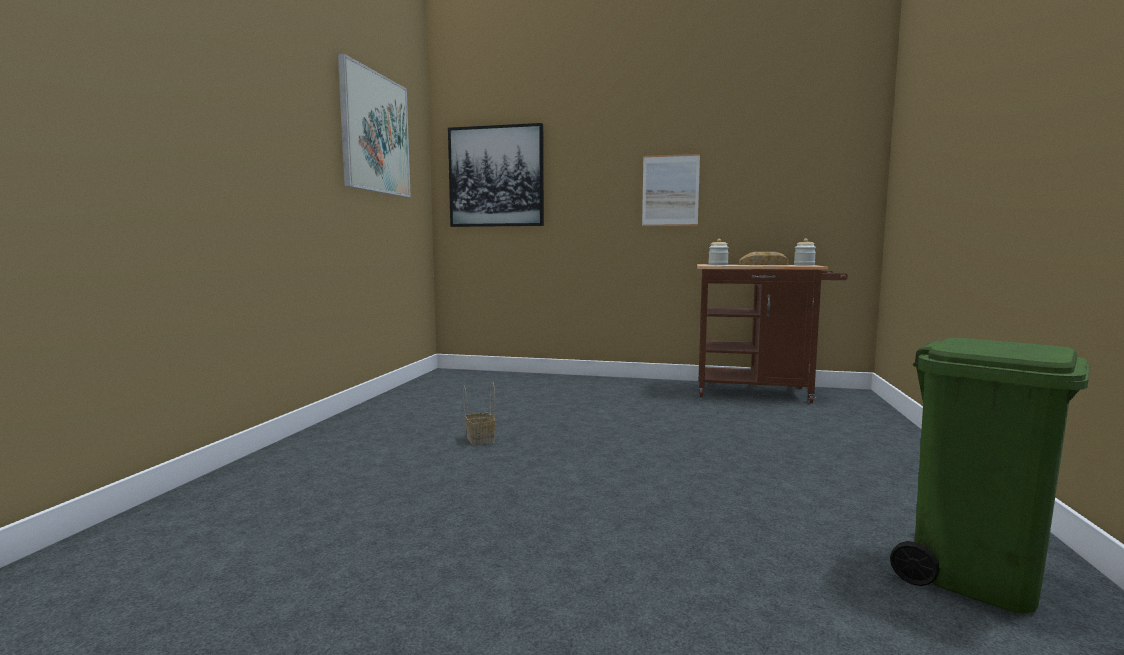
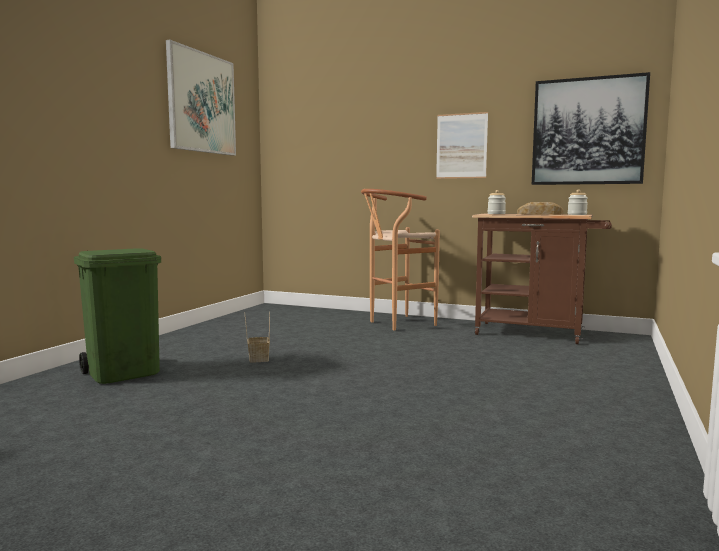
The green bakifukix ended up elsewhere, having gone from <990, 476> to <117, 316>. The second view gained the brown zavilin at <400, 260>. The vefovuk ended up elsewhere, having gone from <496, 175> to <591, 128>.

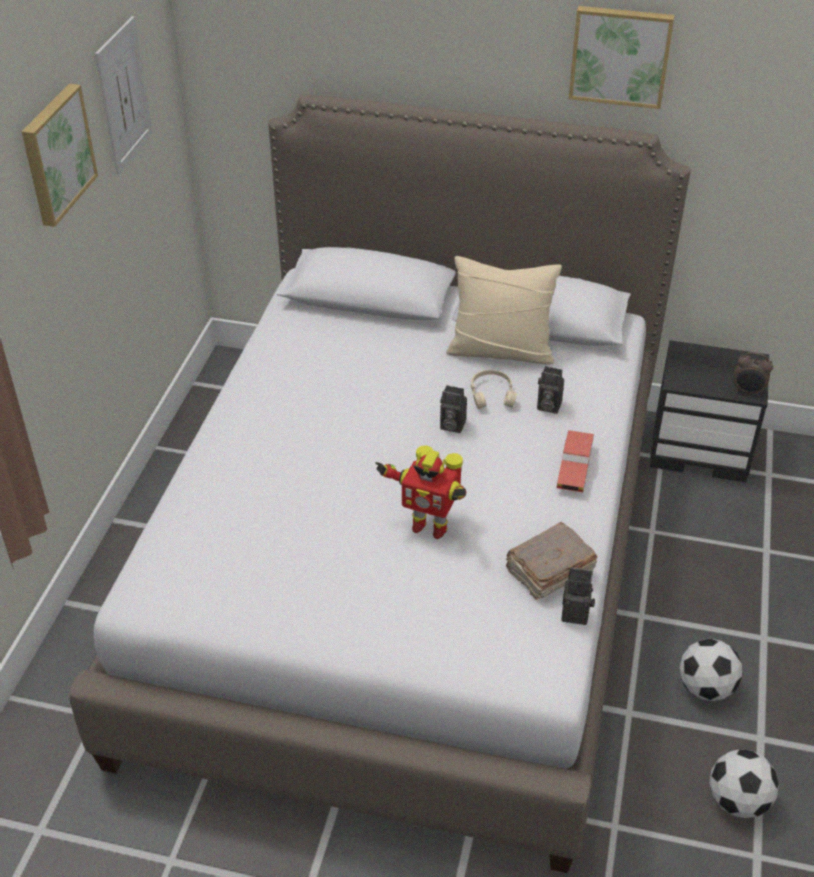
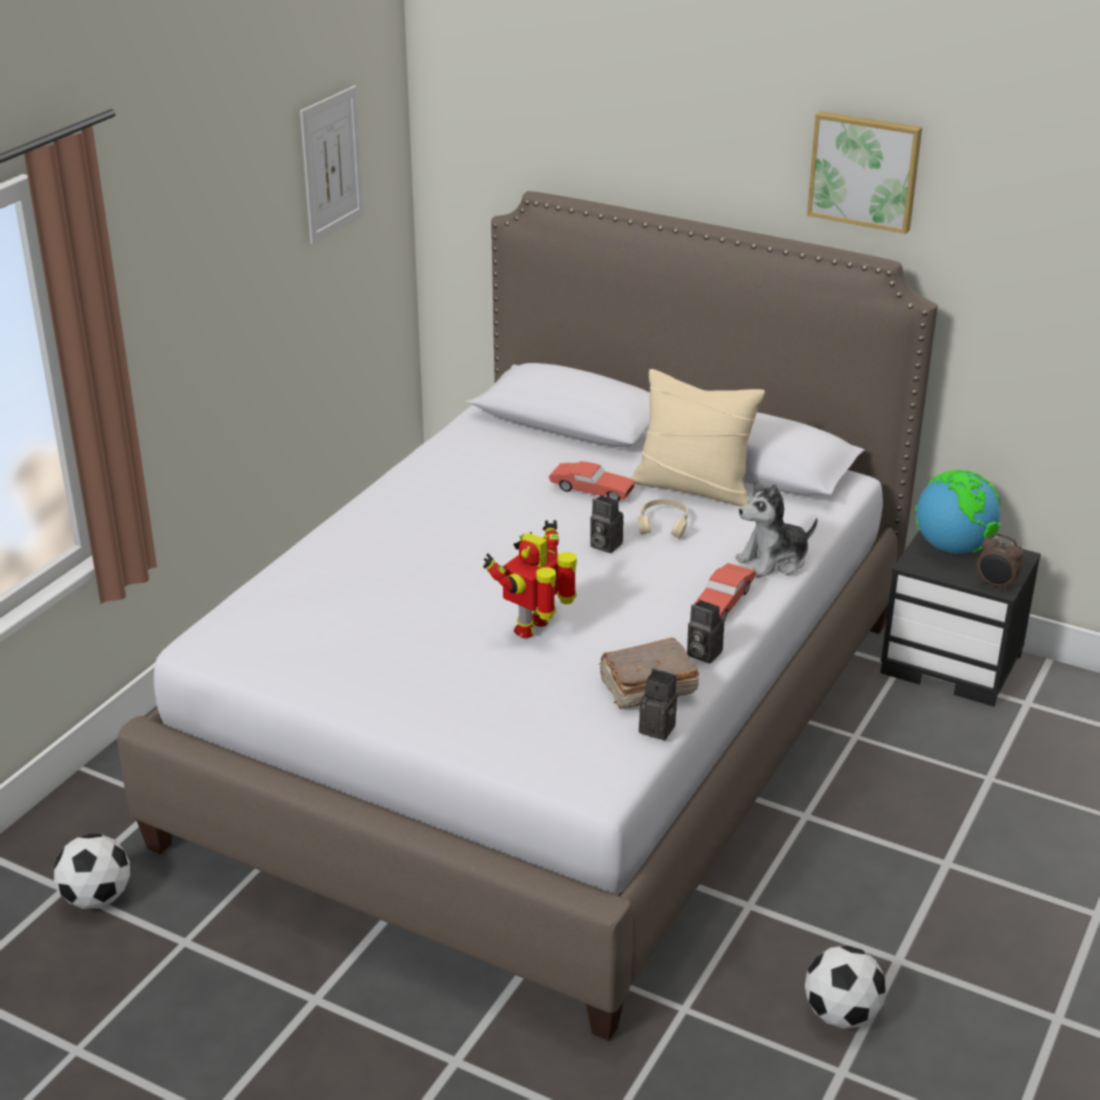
The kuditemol ended up elsewhere, having gone from <711, 669> to <92, 871>. The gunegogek at <420, 492> ended up facing another way, 90 degrees clockwise from before. The second view gained the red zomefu at <592, 481>. The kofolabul ended up elsewhere, having gone from <550, 390> to <705, 632>. The second view gained the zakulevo at <776, 529>. The second view gained the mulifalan at <957, 512>. The second view lost the vefovuk at <60, 155>.

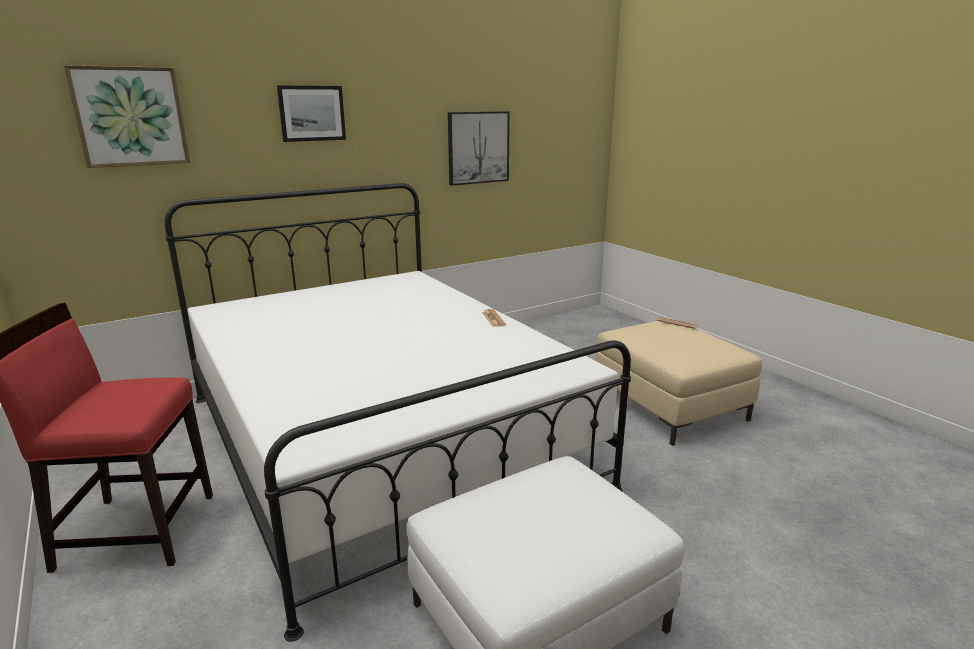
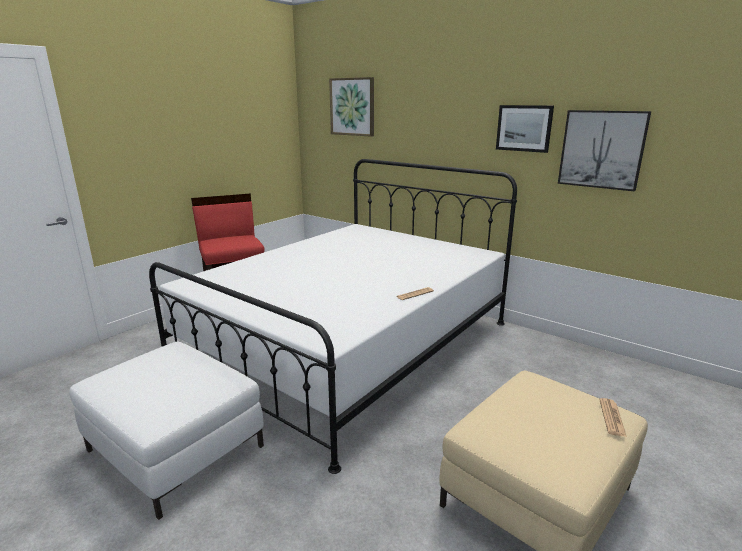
The vefovuk ended up elsewhere, having gone from <311, 113> to <525, 129>.

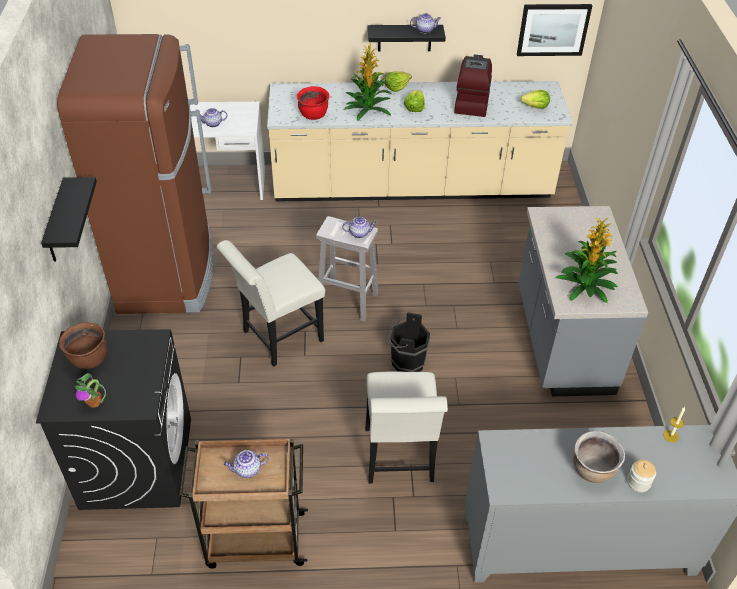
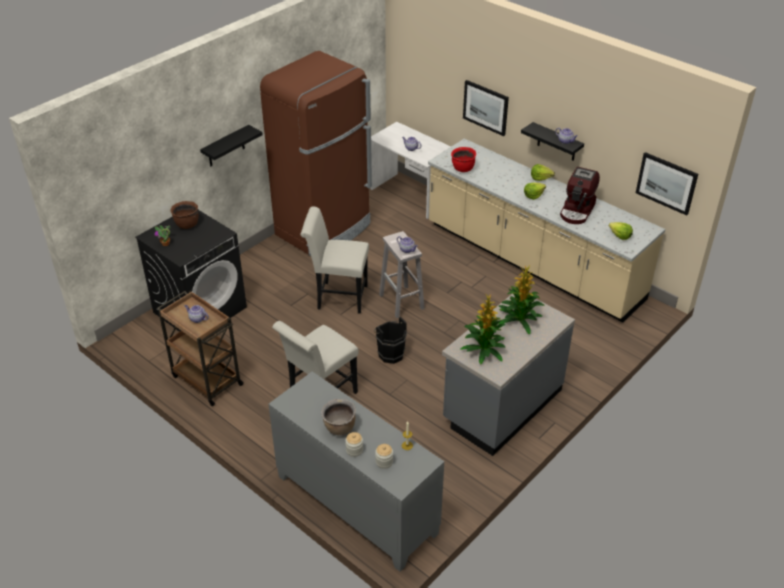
The second view gained the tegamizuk at <384, 456>. The second view gained the vefovuk at <486, 108>. The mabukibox ended up elsewhere, having gone from <367, 81> to <522, 300>. The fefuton at <473, 85> ended up facing another way, 150 degrees clockwise from before.

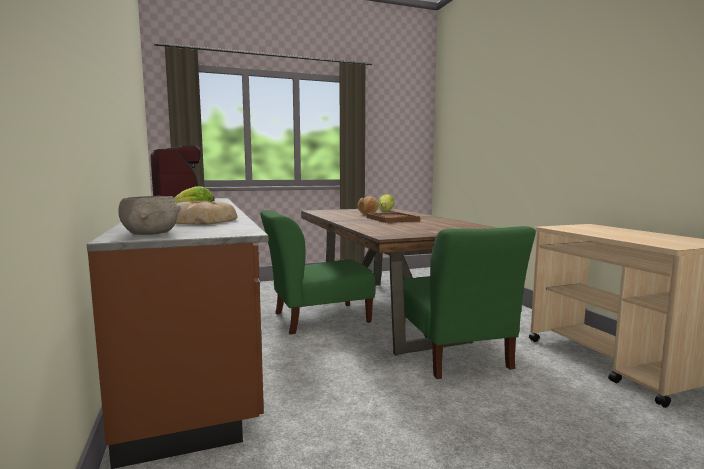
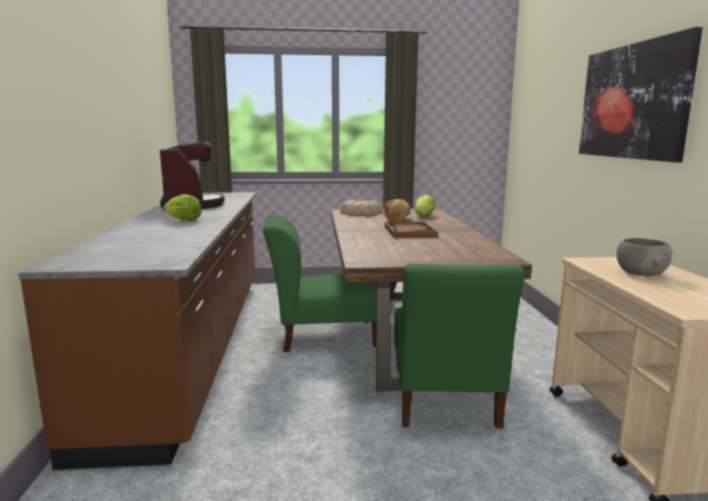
The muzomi ended up elsewhere, having gone from <206, 213> to <361, 207>. The second view gained the vefovuk at <641, 94>. The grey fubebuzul ended up elsewhere, having gone from <149, 215> to <644, 257>.

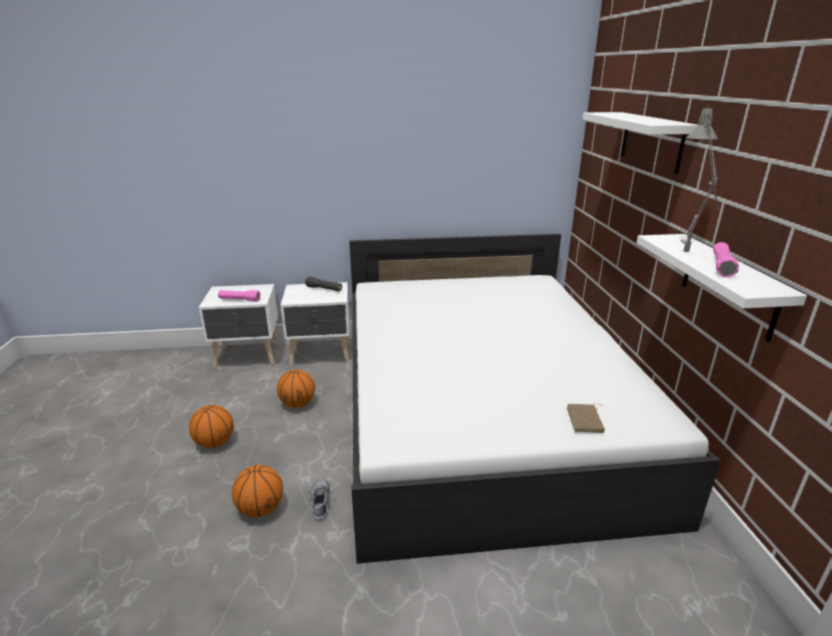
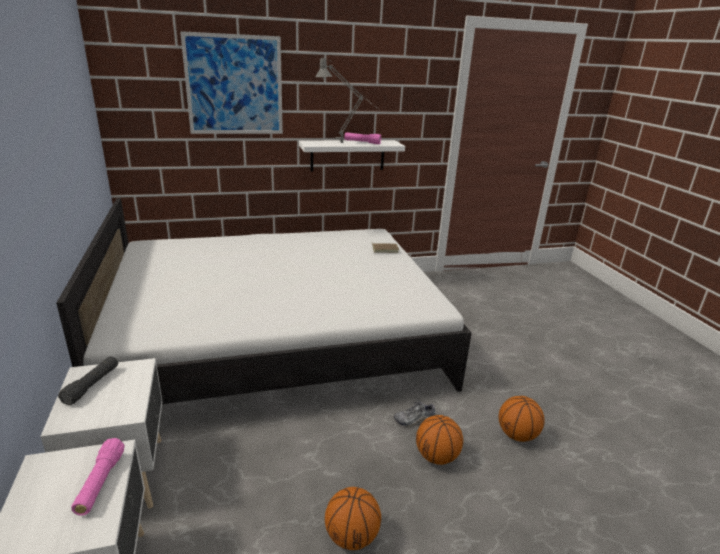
Where the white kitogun hung at <641, 143>, the vefovuk came to hang at <231, 82>. The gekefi ended up elsewhere, having gone from <296, 389> to <522, 419>.

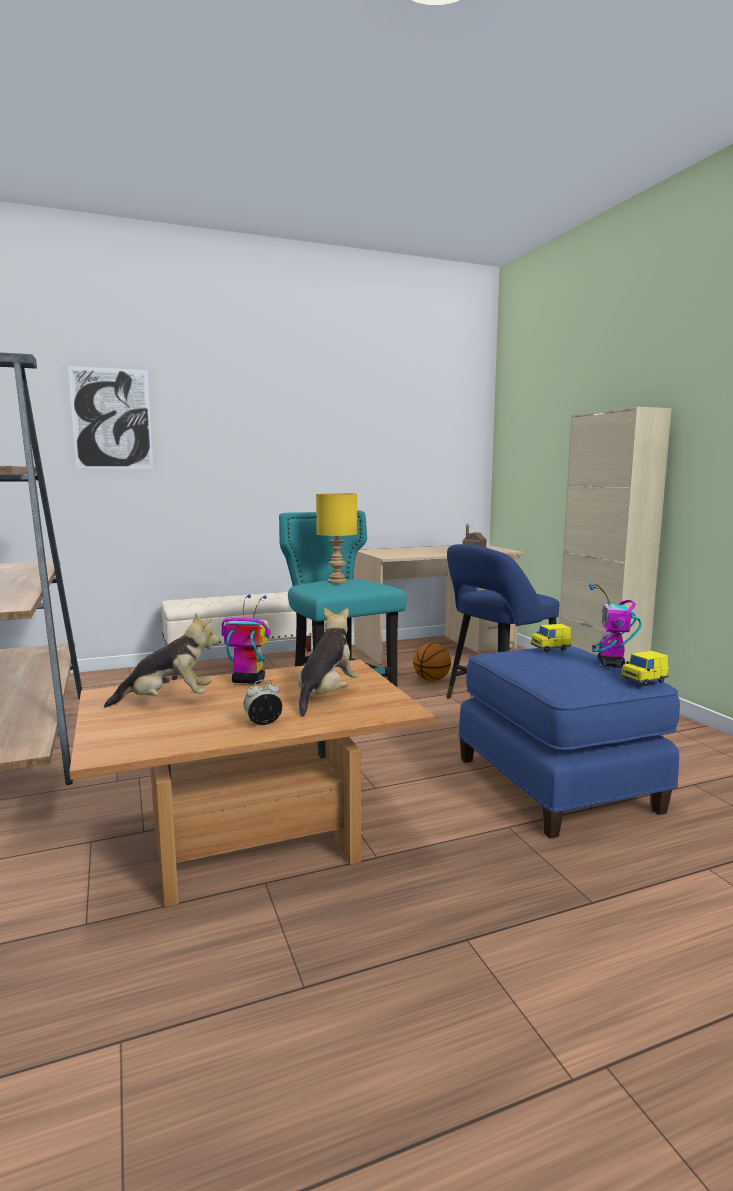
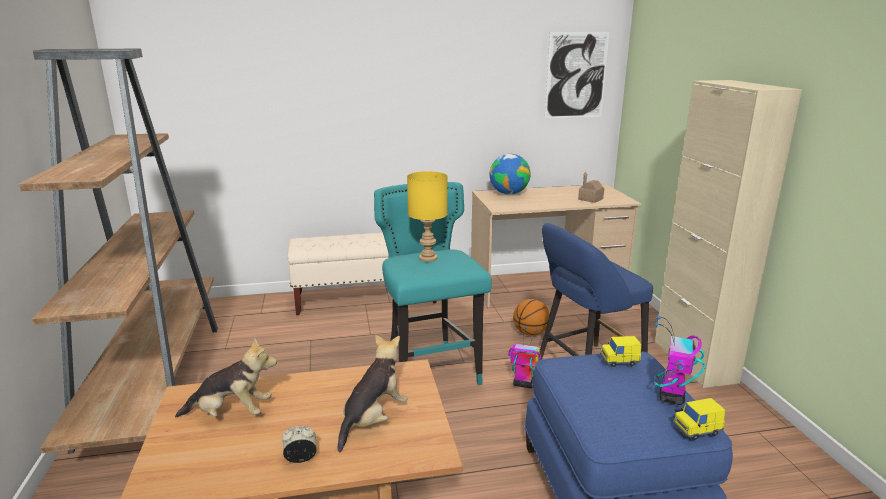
The second view gained the mulifalan at <510, 174>. The gunegogek ended up elsewhere, having gone from <246, 639> to <524, 357>. The vefovuk ended up elsewhere, having gone from <110, 417> to <577, 75>.

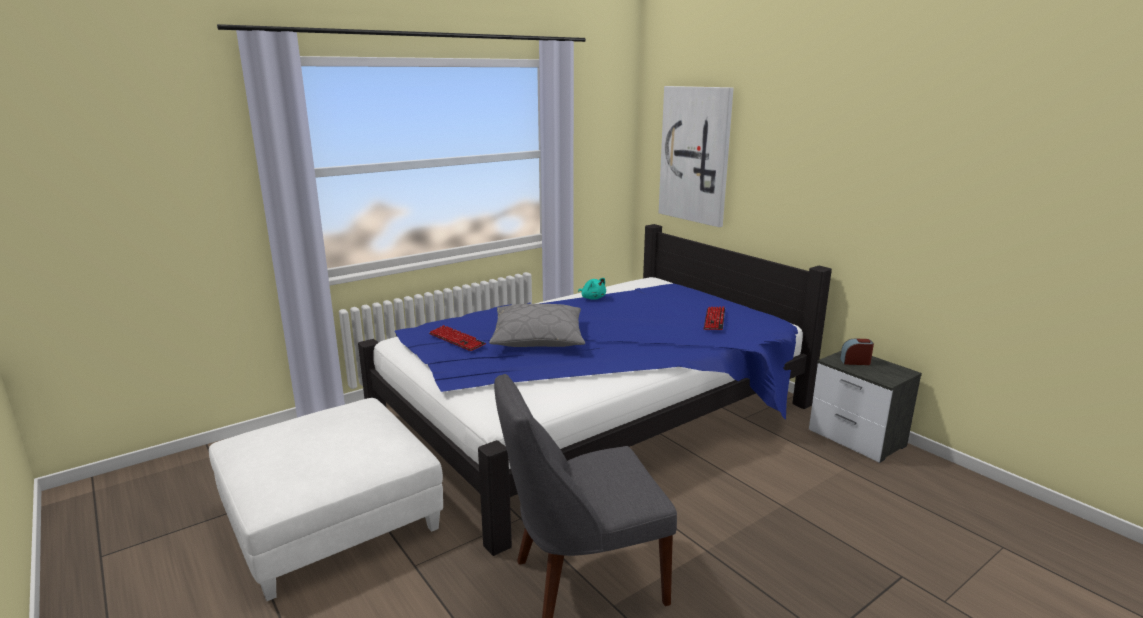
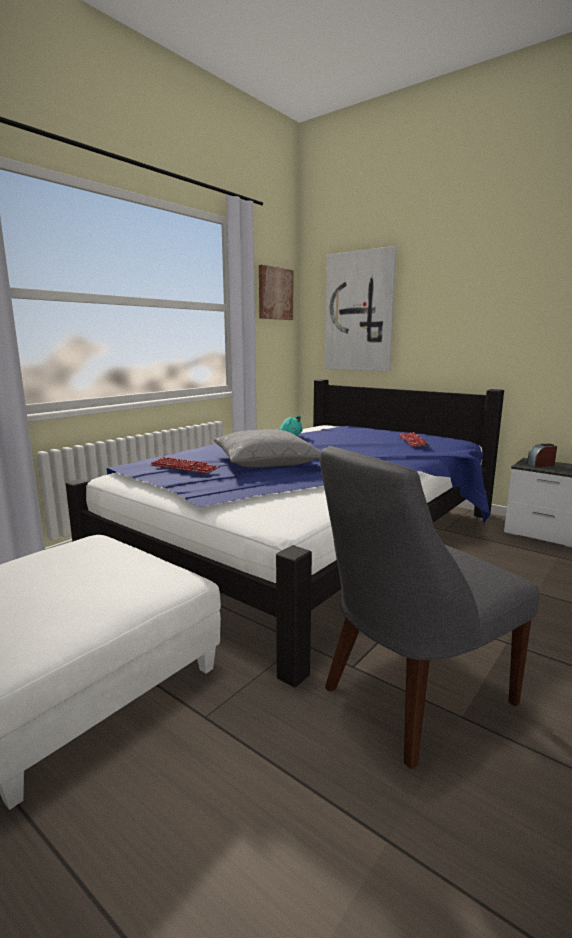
The second view gained the vefovuk at <276, 292>.

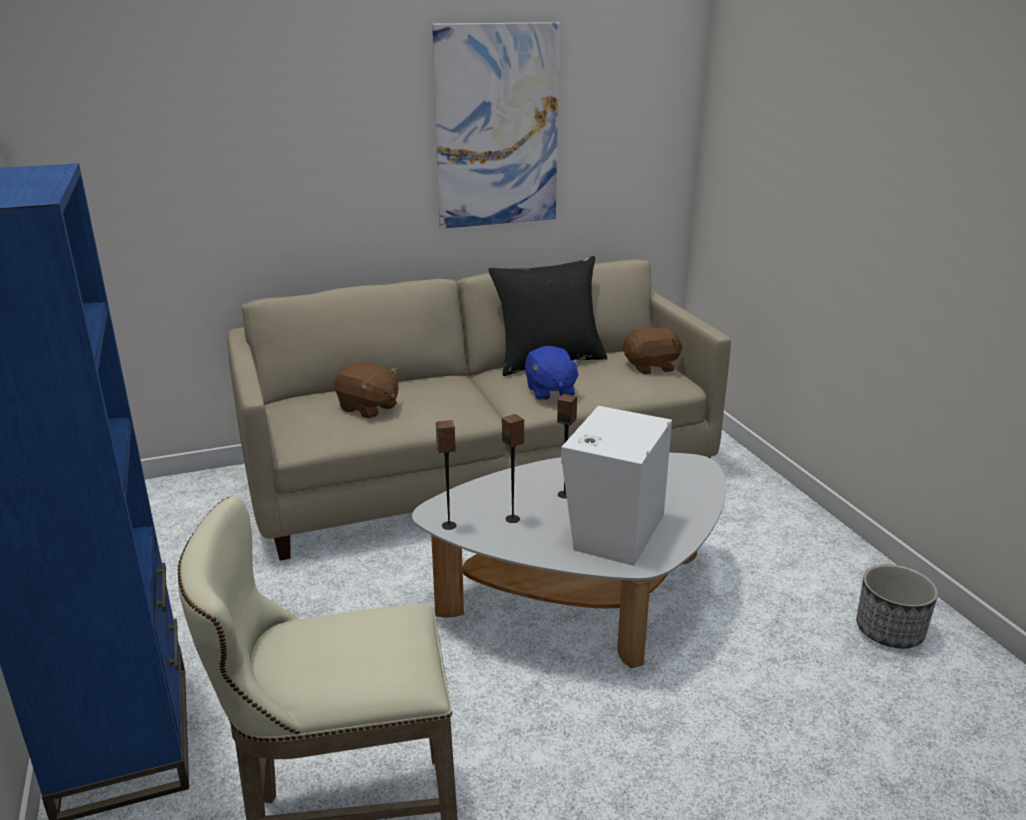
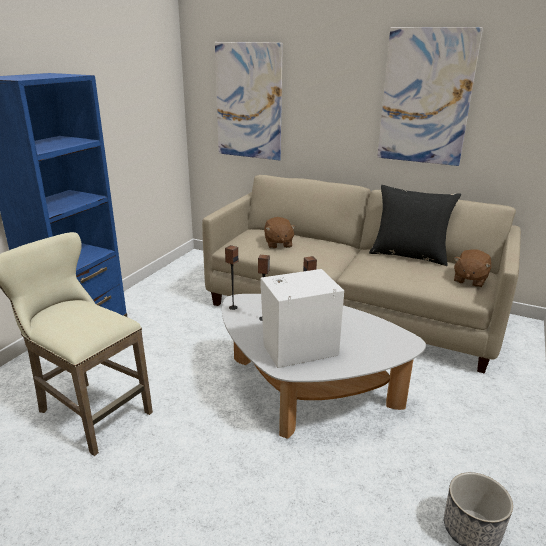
The second view gained the vefovuk at <249, 101>. The brown zakulevo at <653, 350> ended up facing another way, 90 degrees clockwise from before. The second view lost the blue zakulevo at <553, 373>.

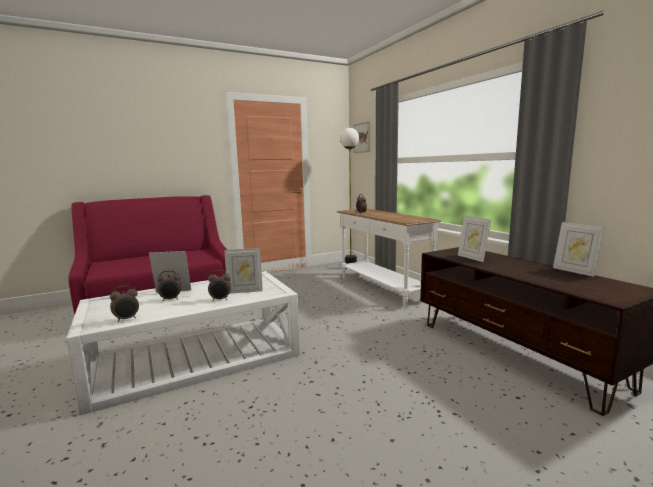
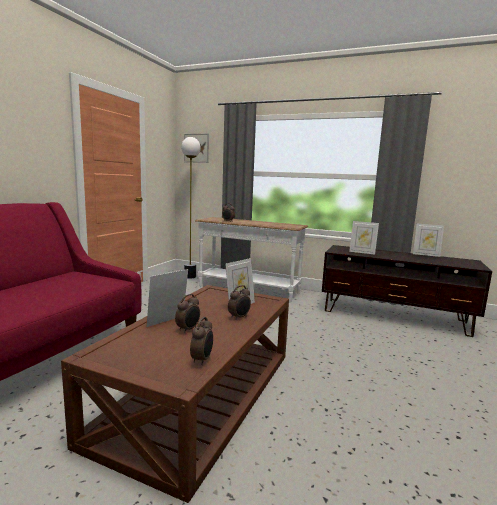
What was the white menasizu at <183, 343> turned into the brown menasizu at <175, 394>.

